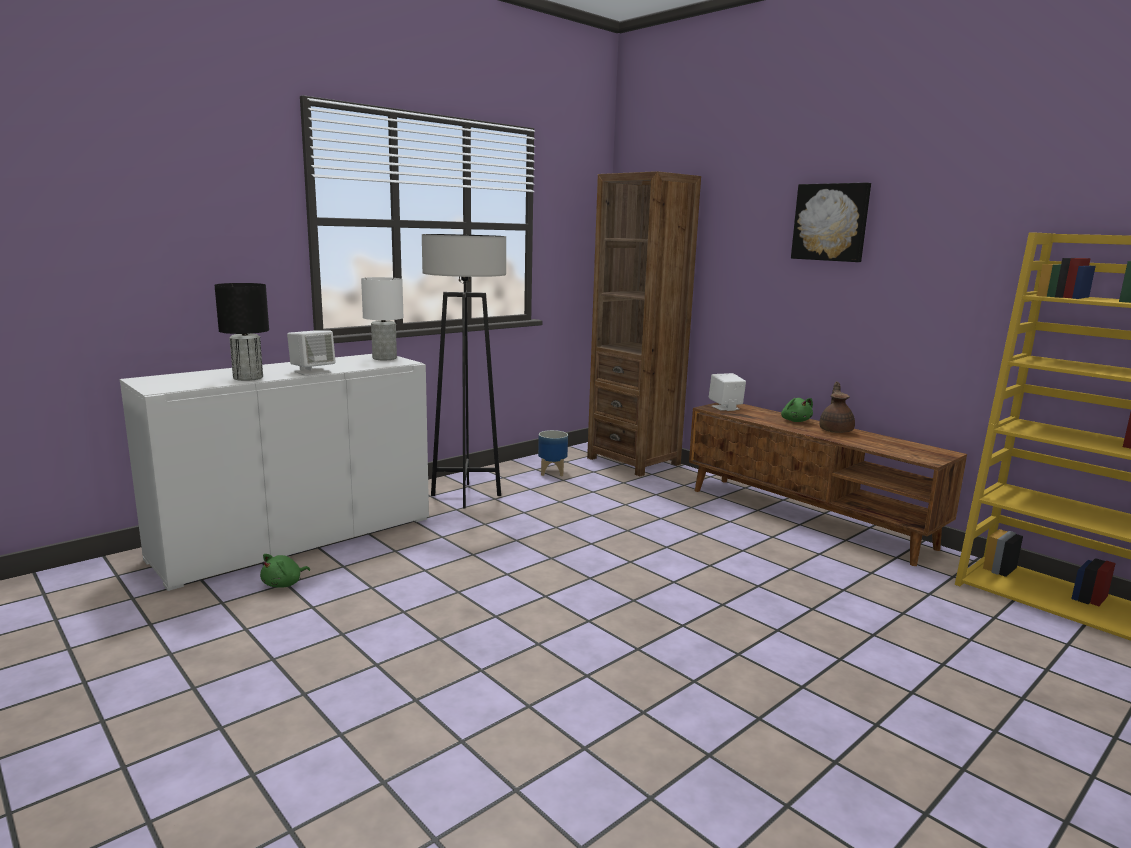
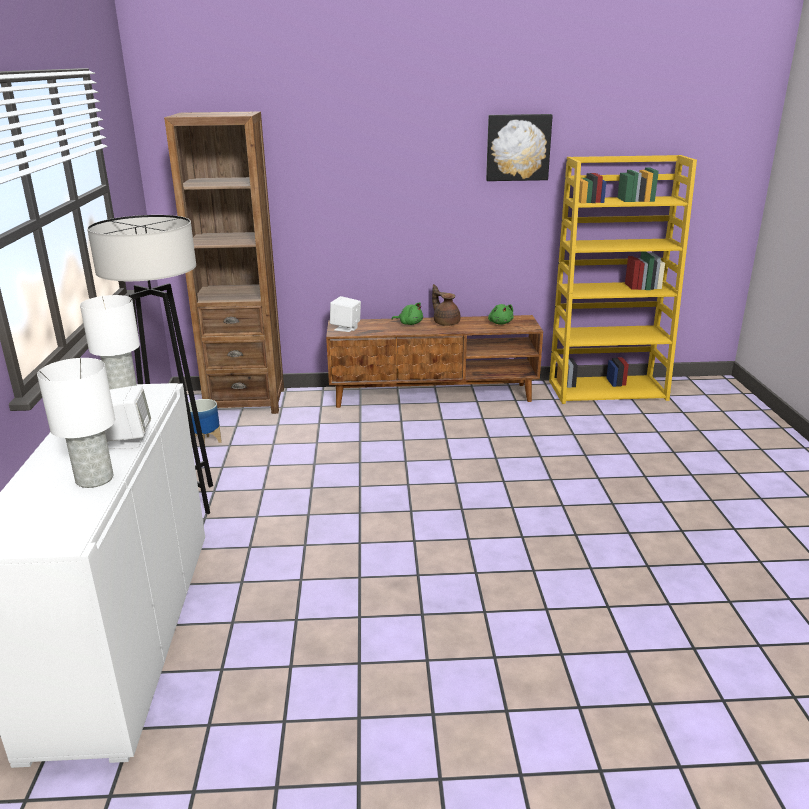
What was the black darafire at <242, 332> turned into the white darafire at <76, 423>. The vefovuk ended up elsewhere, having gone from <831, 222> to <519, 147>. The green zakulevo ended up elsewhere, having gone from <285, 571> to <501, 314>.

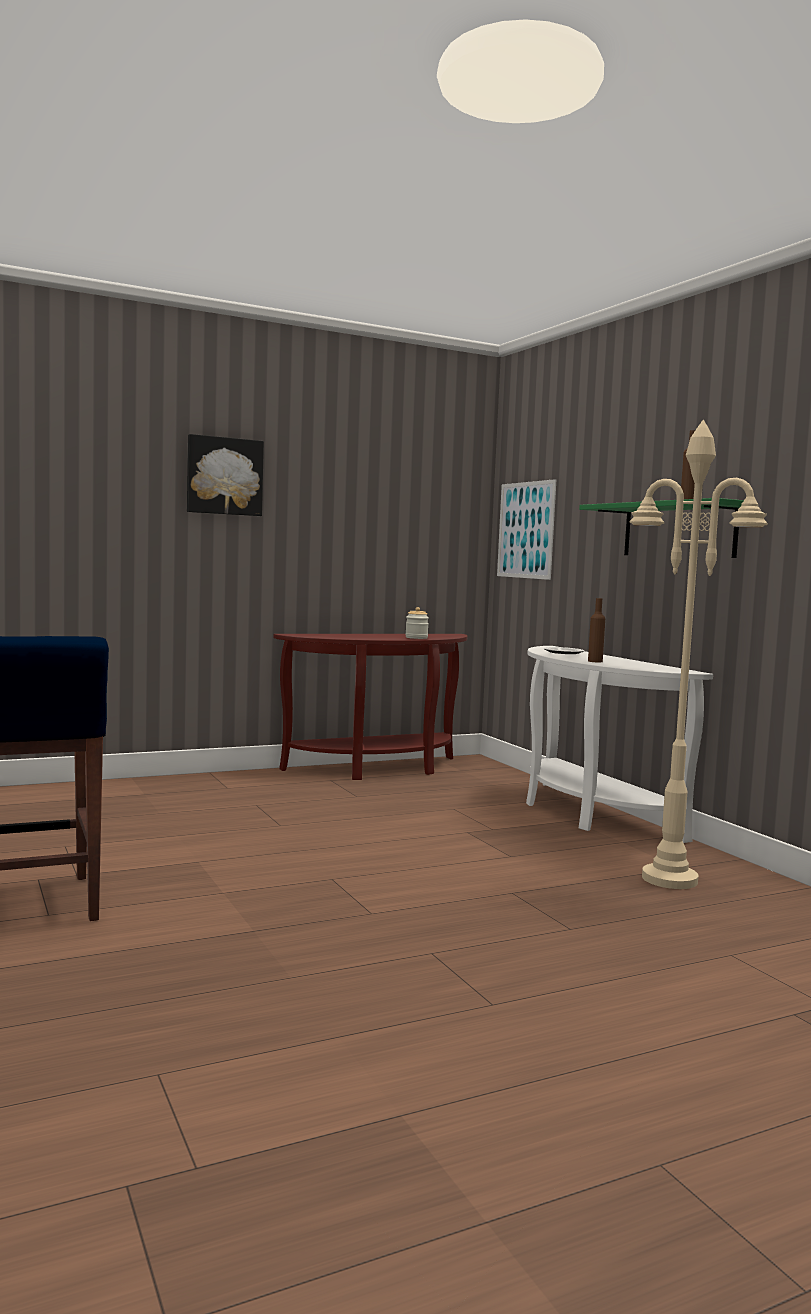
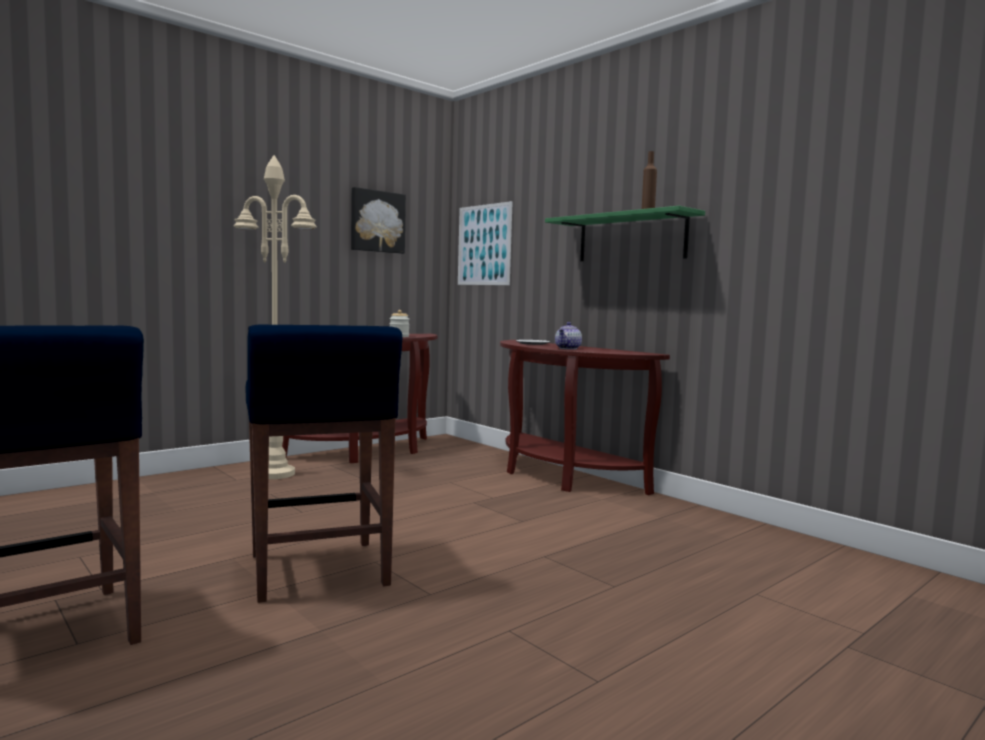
The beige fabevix ended up elsewhere, having gone from <698, 654> to <275, 317>. The second view gained the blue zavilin at <324, 463>. The vefovuk ended up elsewhere, having gone from <225, 475> to <378, 220>. What was the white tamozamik at <619, 744> turned into the brown tamozamik at <585, 417>. Where the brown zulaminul stood at <596, 630>, the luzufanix came to stand at <568, 336>.

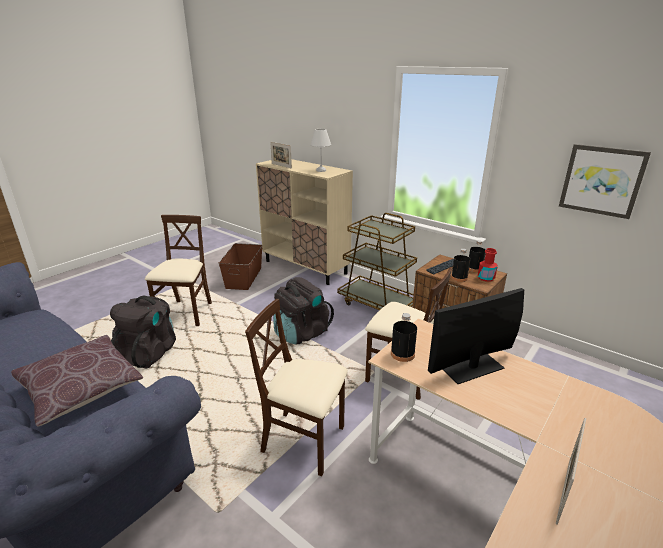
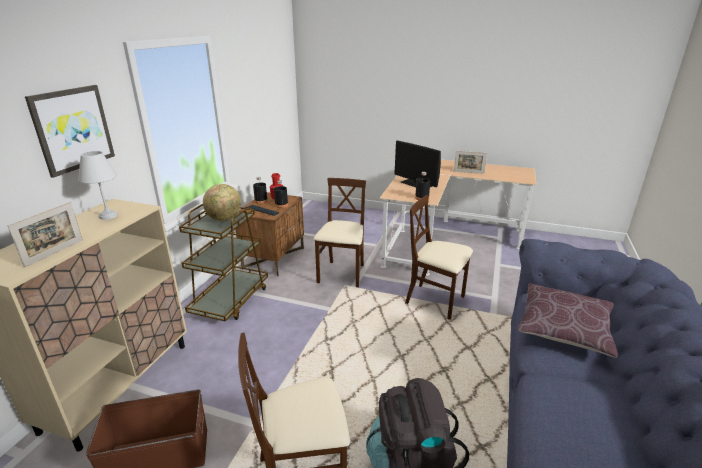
The vefovuk ended up elsewhere, having gone from <605, 181> to <70, 131>. The second view gained the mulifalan at <222, 202>. The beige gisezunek at <296, 387> ended up facing another way, 120 degrees clockwise from before. The second view lost the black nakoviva at <303, 311>.

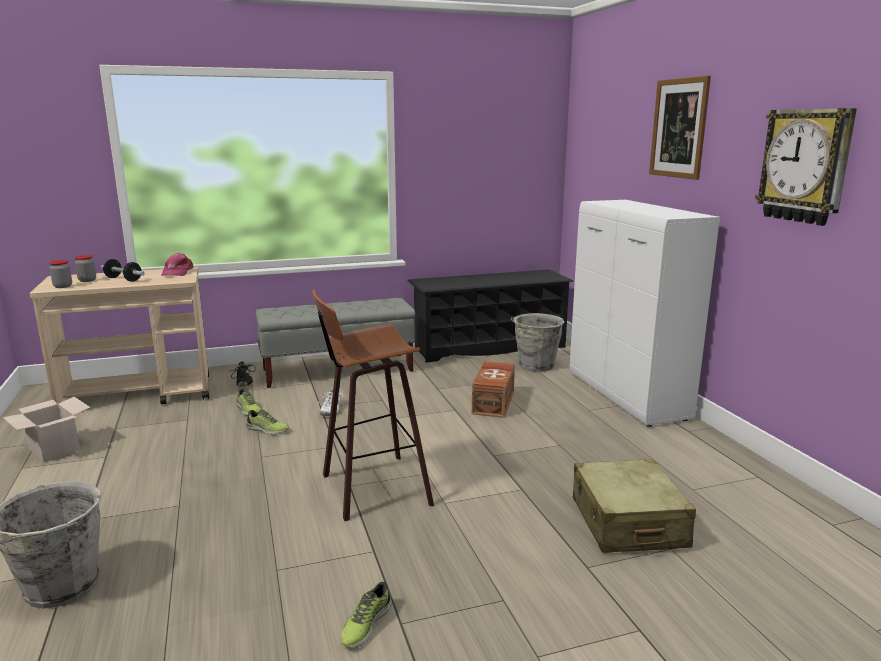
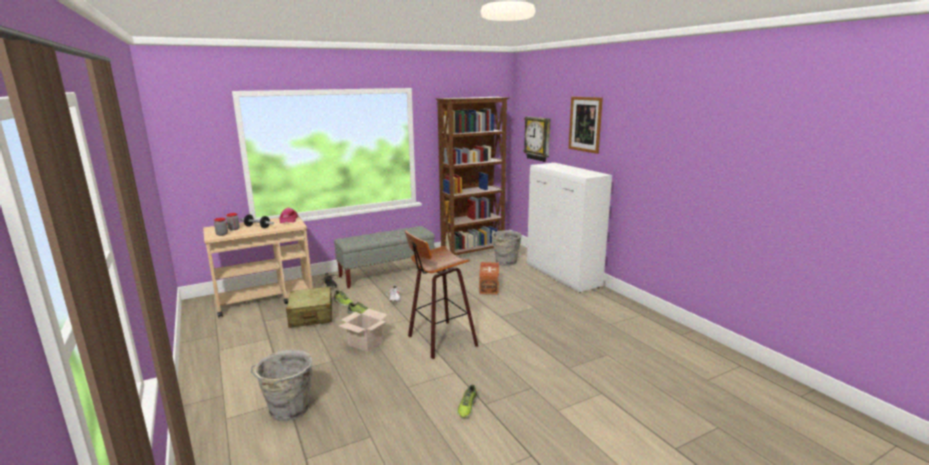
The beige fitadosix ended up elsewhere, having gone from <634, 506> to <309, 307>. The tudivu ended up elsewhere, having gone from <46, 429> to <363, 330>. Where the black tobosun stood at <490, 316>, the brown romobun came to stand at <472, 176>. The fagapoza ended up elsewhere, having gone from <806, 167> to <536, 139>.

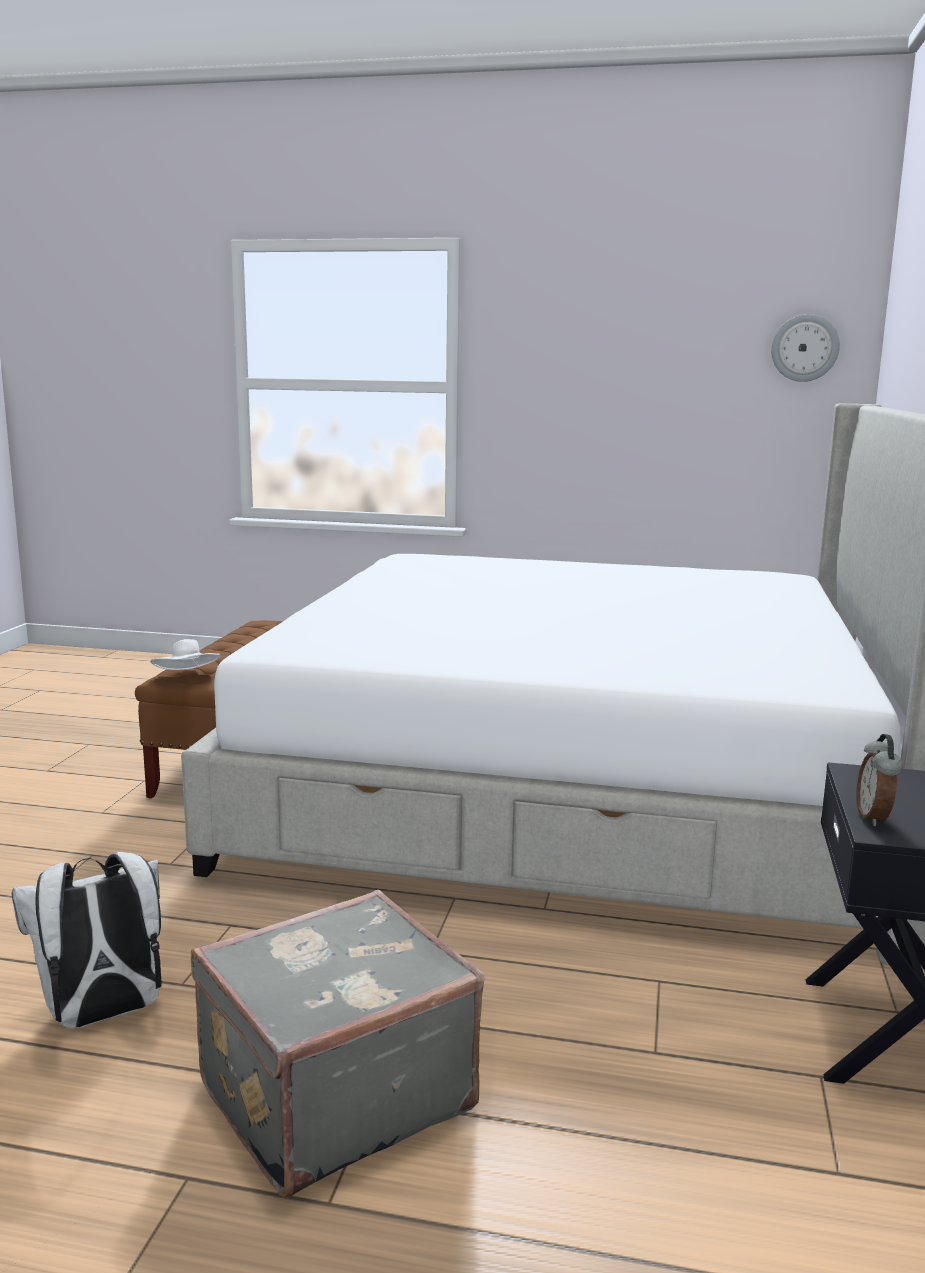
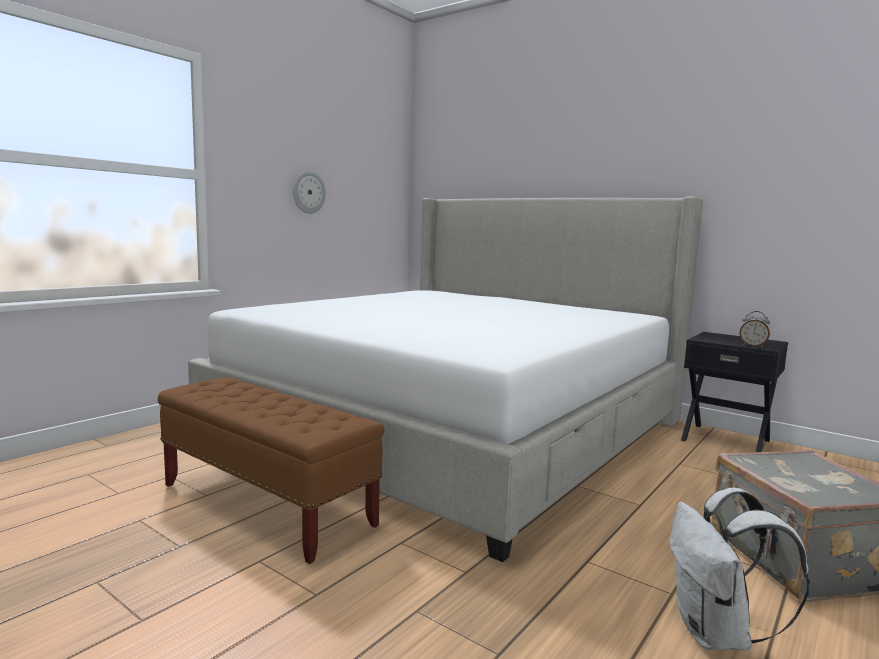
The fagapoza ended up elsewhere, having gone from <805, 348> to <309, 192>. The second view lost the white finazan at <186, 654>.

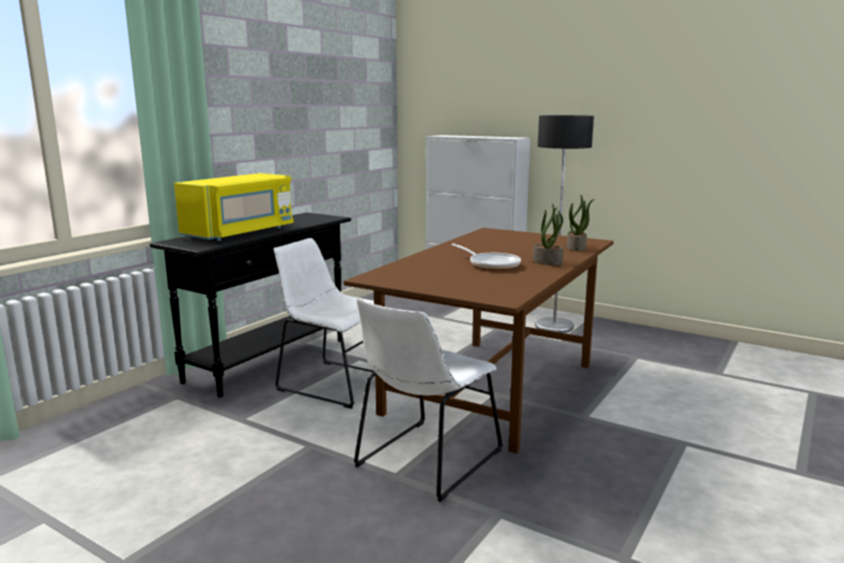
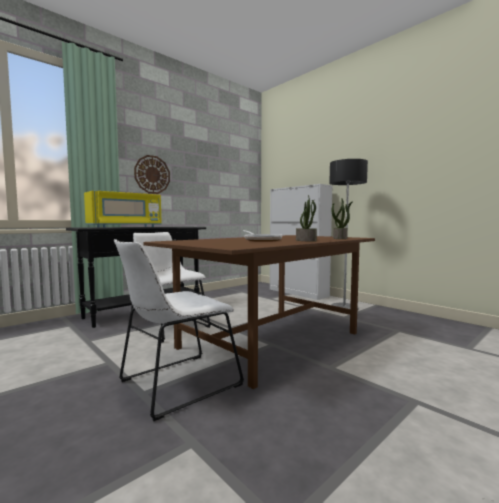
The second view gained the fagapoza at <152, 174>.

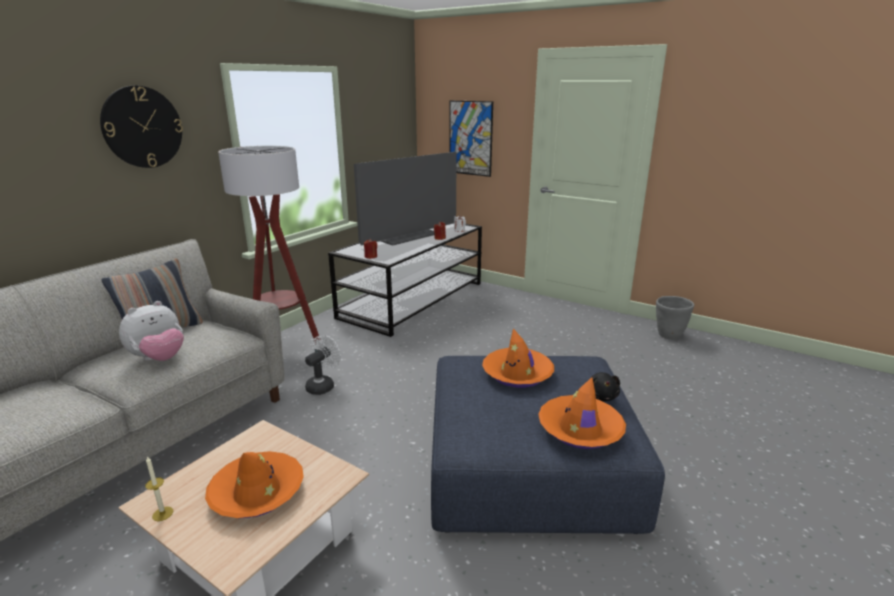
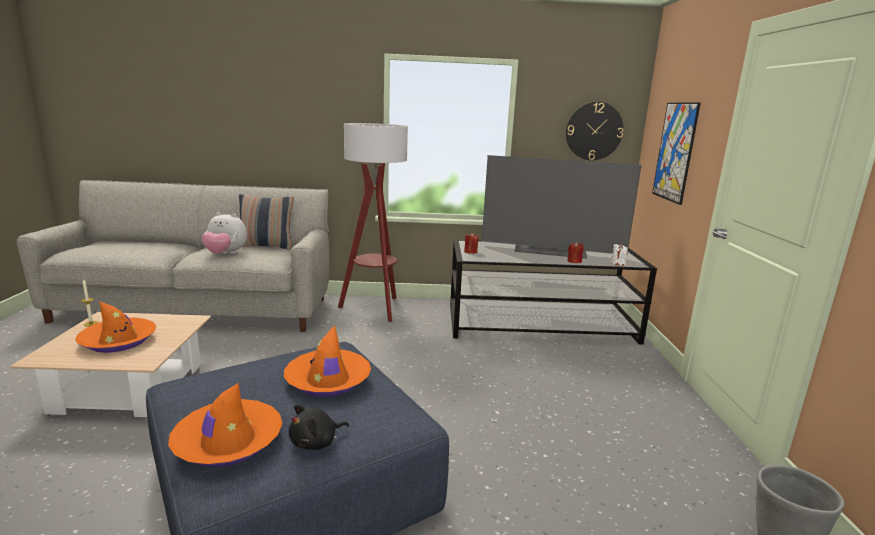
The fagapoza ended up elsewhere, having gone from <141, 126> to <594, 131>. The second view lost the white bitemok at <323, 365>.

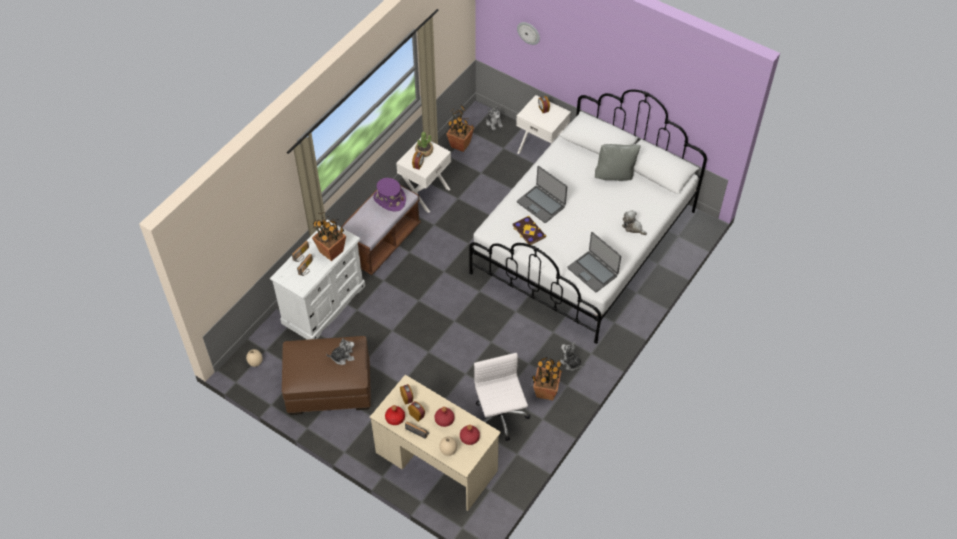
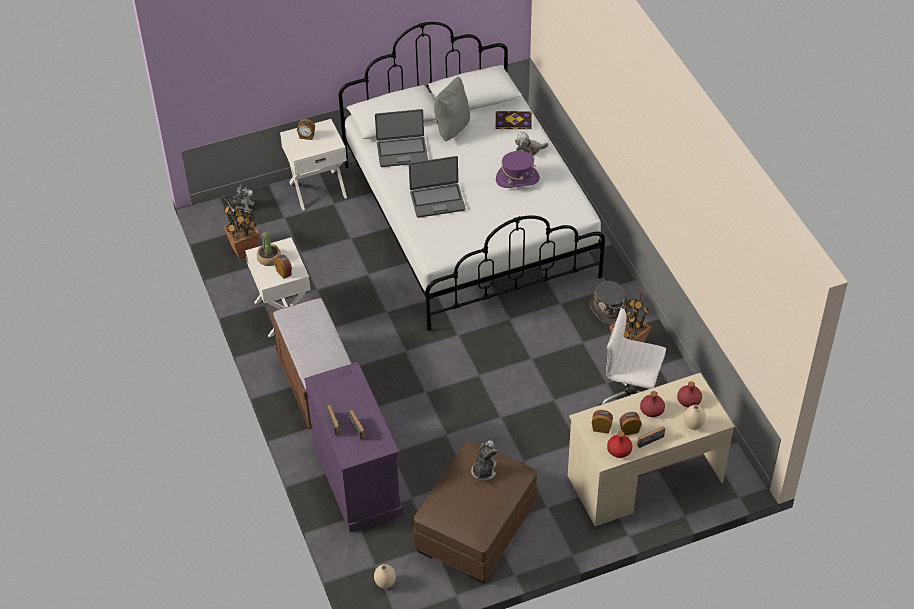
What was the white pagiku at <317, 280> turned into the purple pagiku at <353, 447>. The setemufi ended up elsewhere, having gone from <594, 262> to <401, 138>. The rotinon ended up elsewhere, having gone from <529, 230> to <513, 120>. The purple finazan ended up elsewhere, having gone from <389, 194> to <518, 169>. Where the zakulevo stood at <572, 356>, the grey finazan came to stand at <609, 303>. The second view lost the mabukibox at <329, 236>. The second view lost the fagapoza at <528, 33>.

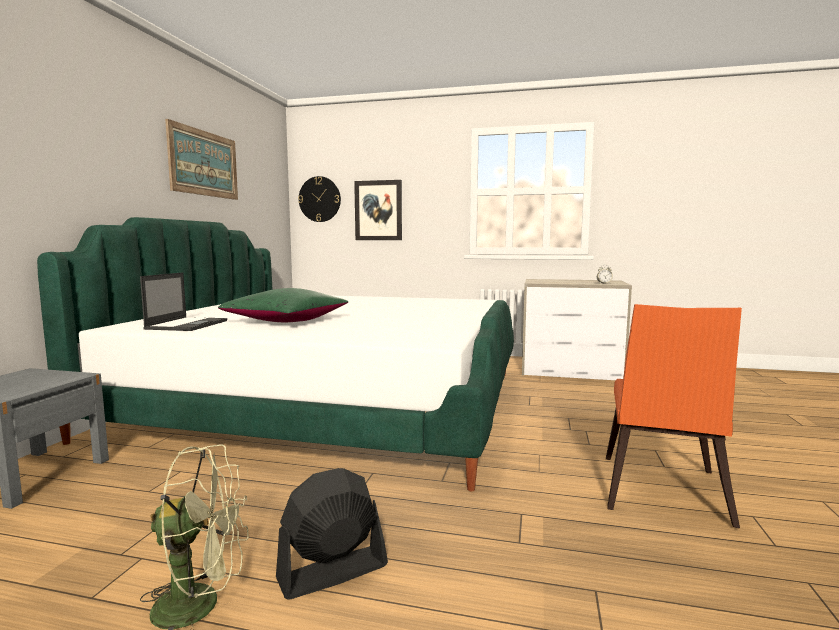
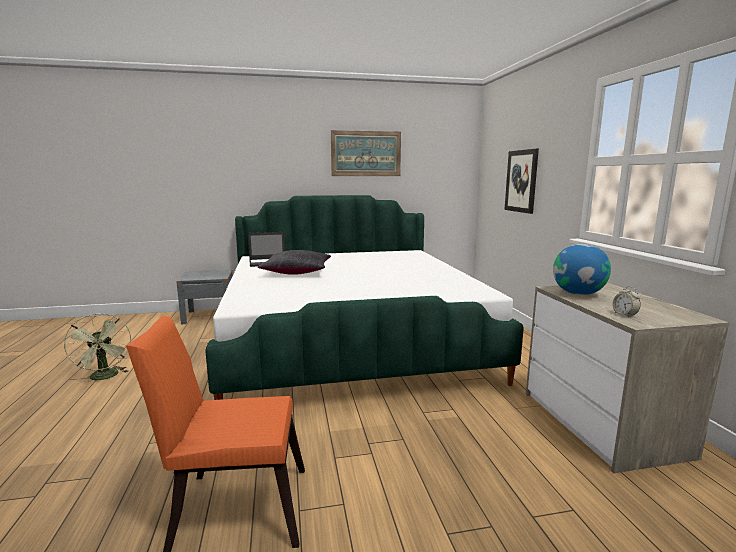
What was the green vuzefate at <283, 305> turned into the black vuzefate at <294, 262>. The second view gained the mulifalan at <582, 269>. The second view lost the black bitemok at <332, 533>. The second view lost the fagapoza at <319, 199>.

